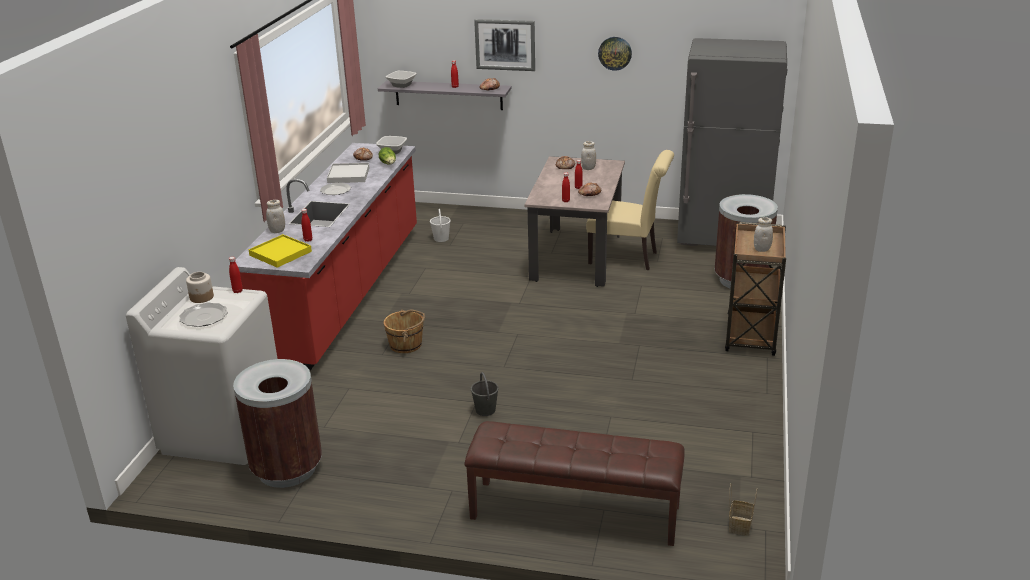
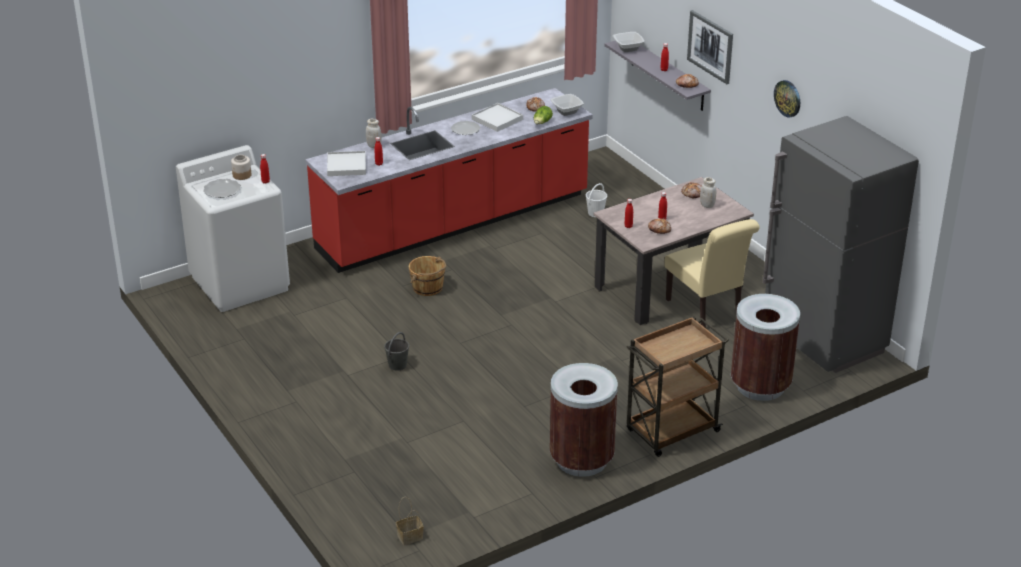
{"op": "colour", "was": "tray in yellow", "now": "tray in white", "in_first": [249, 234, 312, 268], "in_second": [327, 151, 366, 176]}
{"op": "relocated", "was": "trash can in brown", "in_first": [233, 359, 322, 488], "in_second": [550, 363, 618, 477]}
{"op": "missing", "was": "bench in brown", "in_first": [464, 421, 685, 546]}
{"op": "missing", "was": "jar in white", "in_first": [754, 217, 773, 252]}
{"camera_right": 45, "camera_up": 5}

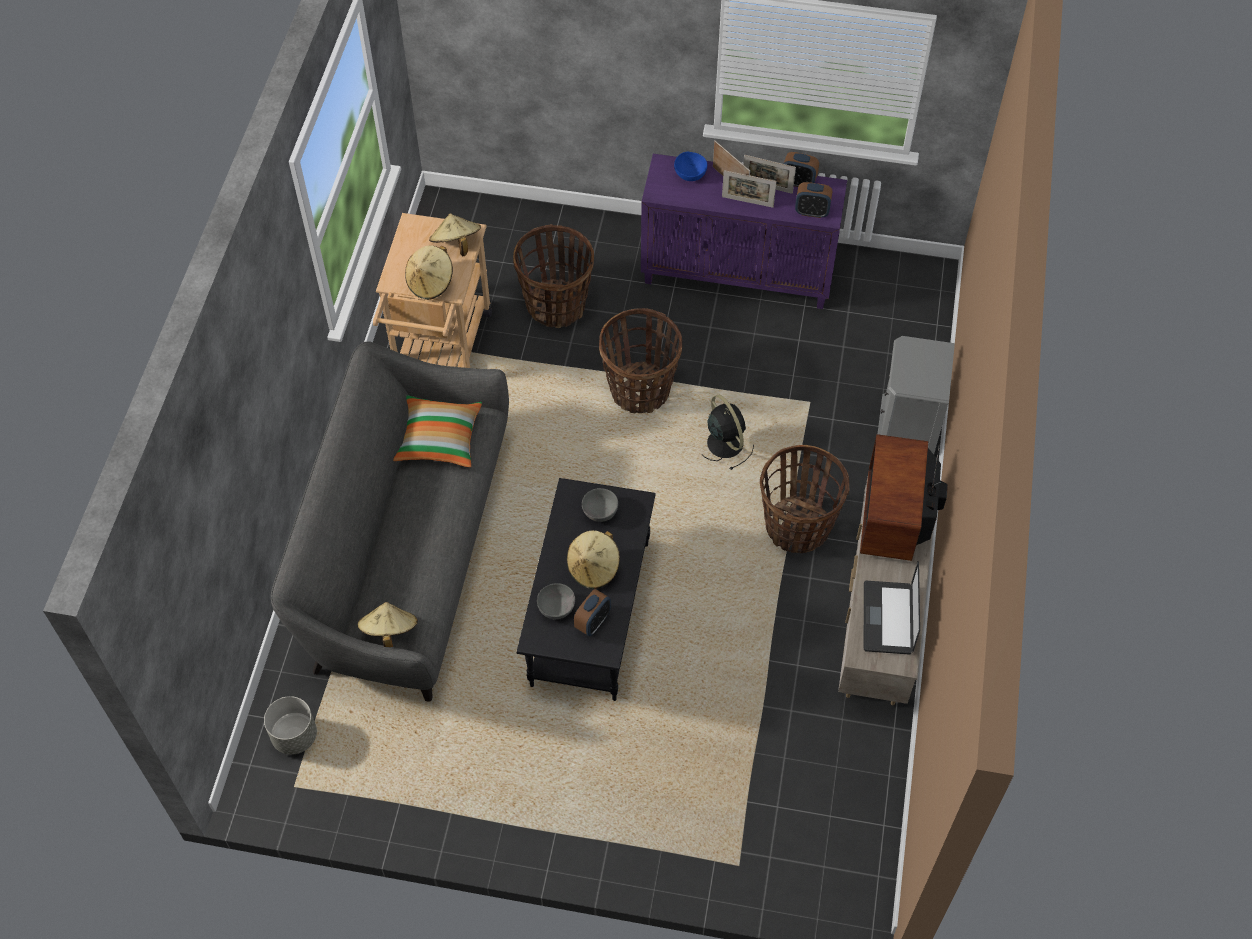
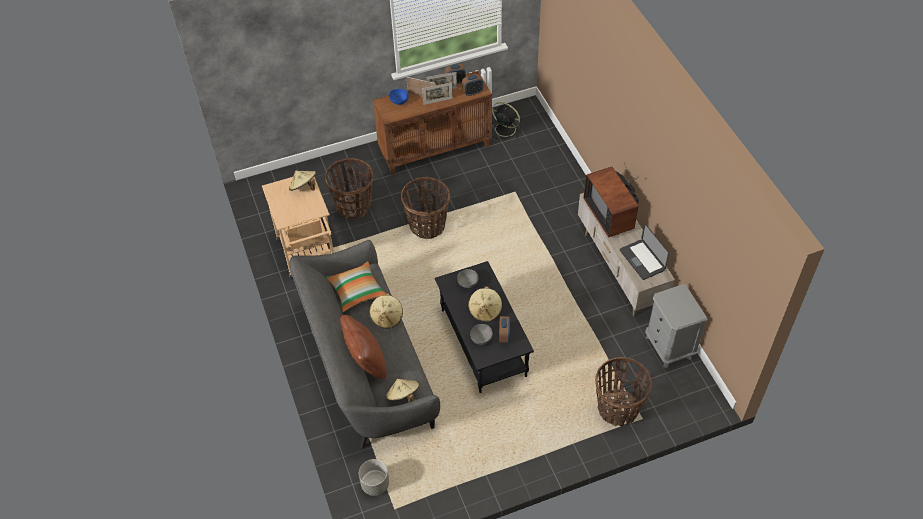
{"op": "appeared", "now": "pillow in brown", "in_second": [340, 315, 387, 380]}
{"op": "relocated", "was": "hat in beige", "in_first": [405, 245, 453, 300], "in_second": [369, 293, 403, 329]}
{"op": "colour", "was": "cabinet in purple", "now": "cabinet in brown", "in_first": [641, 154, 847, 309], "in_second": [373, 71, 492, 175]}
{"op": "relocated", "was": "fan in black", "in_first": [701, 395, 754, 470], "in_second": [492, 102, 521, 139]}
{"op": "relocated", "was": "basket", "in_first": [760, 445, 849, 553], "in_second": [595, 357, 652, 426]}
{"op": "relocated", "was": "nightstand in grey", "in_first": [878, 336, 955, 454], "in_second": [645, 284, 708, 368]}
{"camera_right": -30, "camera_up": -5}

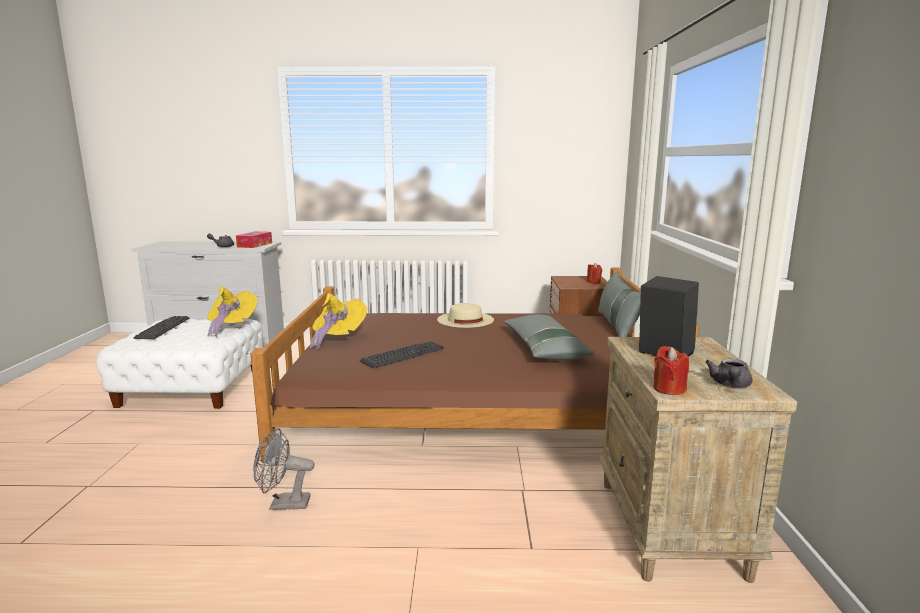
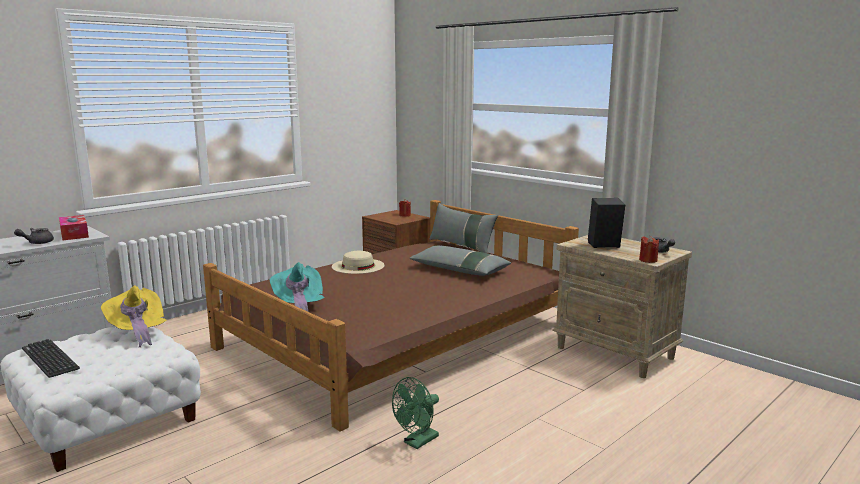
{"op": "colour", "was": "hat in yellow", "now": "hat in turquoise", "in_first": [309, 293, 367, 350], "in_second": [270, 262, 325, 312]}
{"op": "colour", "was": "fan in grey", "now": "fan in green", "in_first": [253, 428, 315, 510], "in_second": [392, 377, 439, 449]}
{"op": "missing", "was": "keyboard", "in_first": [360, 341, 444, 368]}
{"camera_right": -45, "camera_up": 0}

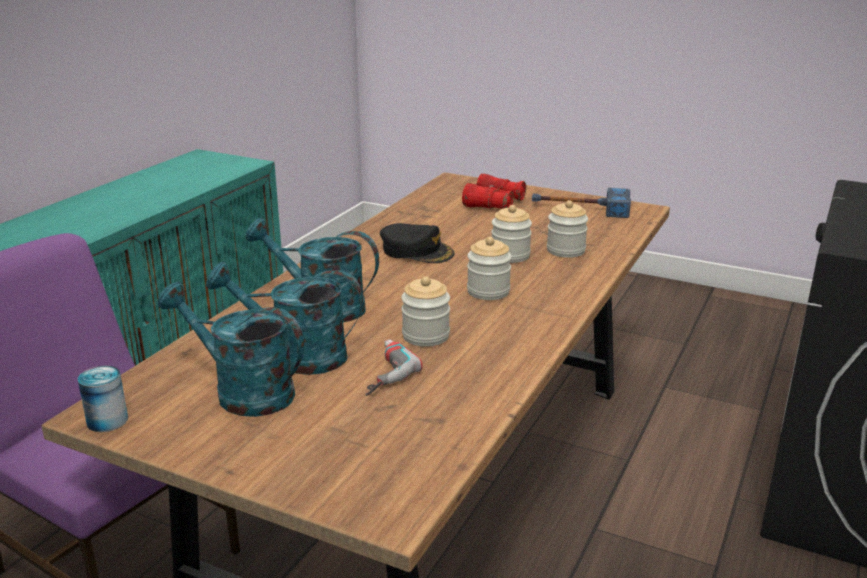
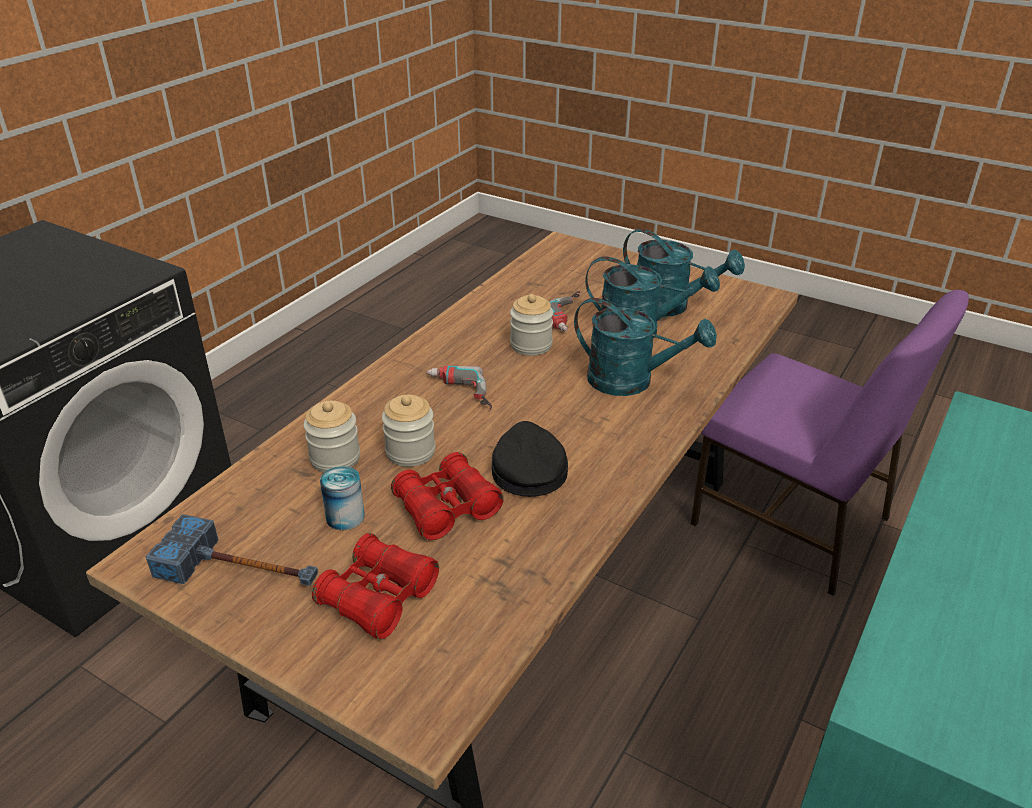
{"op": "relocated", "was": "can", "in_first": [78, 366, 128, 432], "in_second": [320, 466, 365, 531]}
{"op": "appeared", "now": "binoculars in red", "in_second": [391, 452, 504, 540]}
{"op": "exchanged", "was": "jar", "now": "power drill", "in_first": [467, 237, 512, 300], "in_second": [427, 365, 492, 410]}
{"op": "spun", "was": "cap in black", "in_first": [380, 223, 454, 263], "in_second": [492, 421, 568, 497], "clockwise": 45}
{"camera_right": -175, "camera_up": 10}

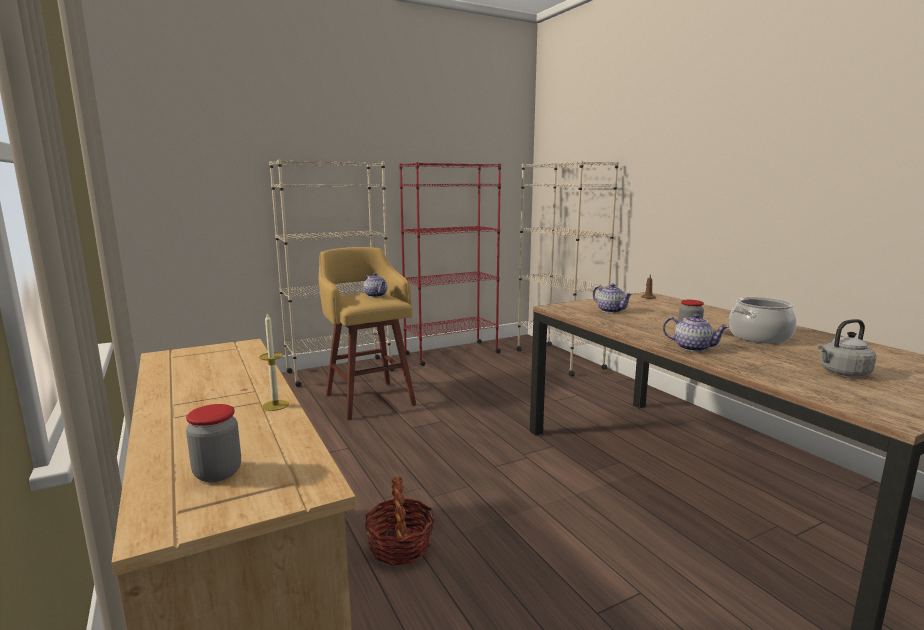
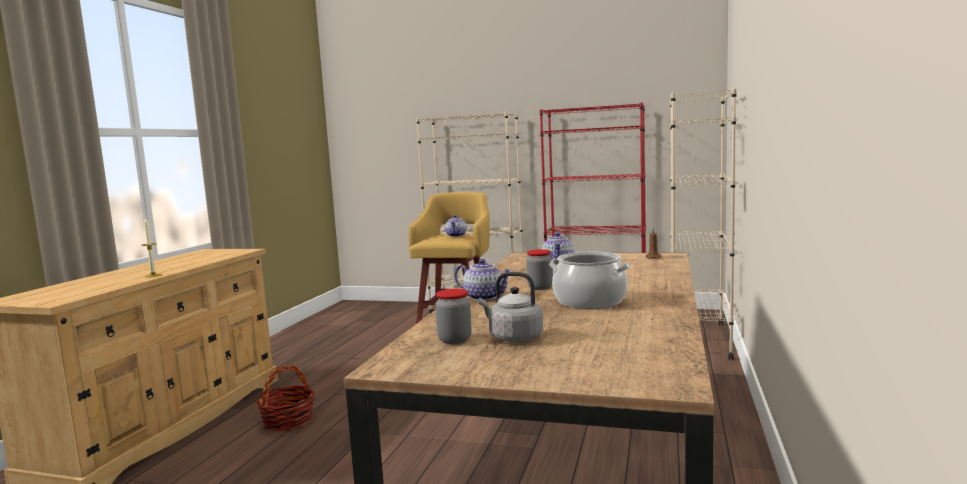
{"op": "relocated", "was": "jar", "in_first": [186, 404, 241, 482], "in_second": [435, 288, 472, 344]}
{"op": "spun", "was": "teapot", "in_first": [663, 313, 729, 352], "in_second": [455, 259, 512, 301], "clockwise": -45}
{"camera_right": 45, "camera_up": -5}

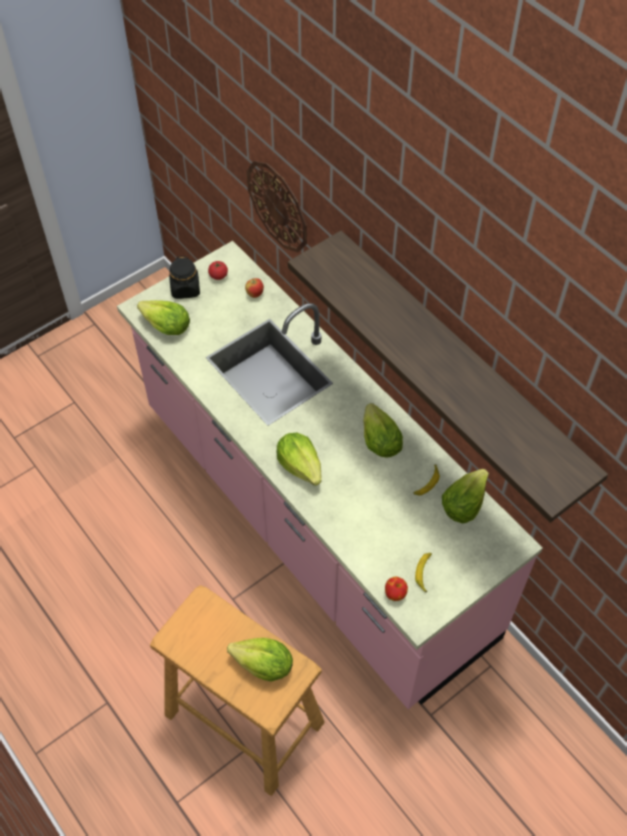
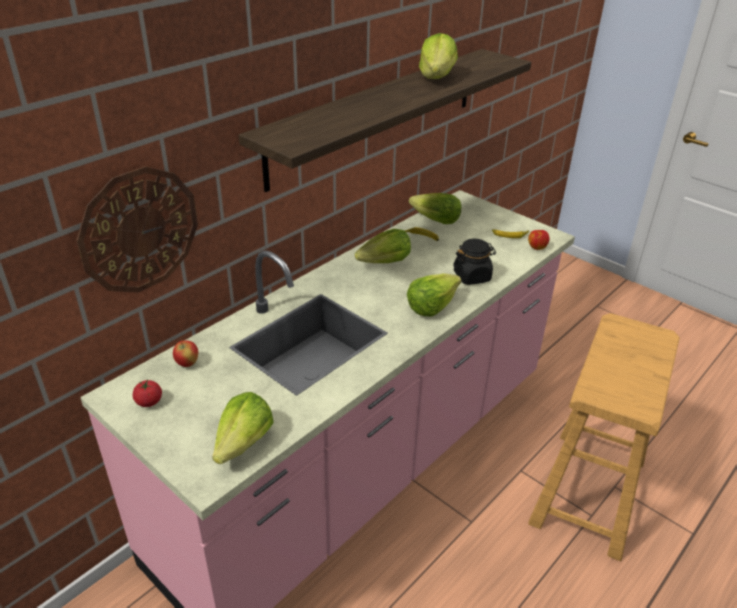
{"op": "relocated", "was": "lettuce", "in_first": [227, 638, 293, 682], "in_second": [419, 33, 458, 79]}
{"op": "relocated", "was": "jar in black", "in_first": [169, 256, 200, 299], "in_second": [453, 239, 496, 285]}
{"camera_right": -100, "camera_up": -20}

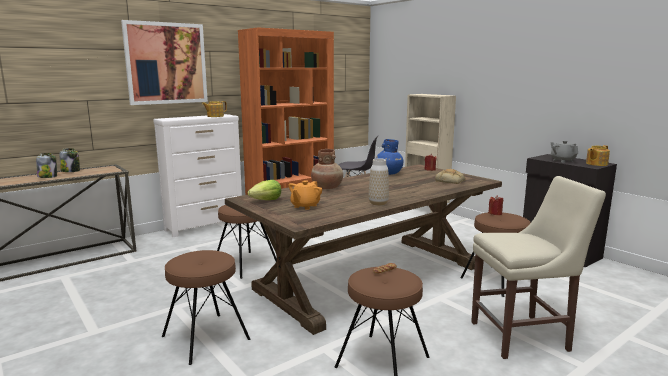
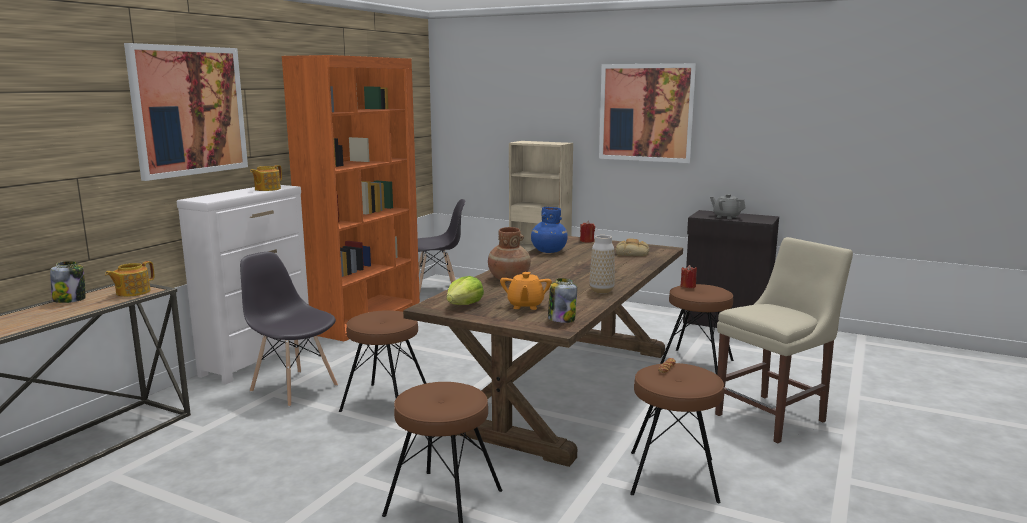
{"op": "relocated", "was": "teapot", "in_first": [586, 145, 610, 166], "in_second": [105, 261, 154, 297]}
{"op": "appeared", "now": "chair in grey", "in_second": [240, 252, 338, 407]}
{"op": "relocated", "was": "jar", "in_first": [36, 153, 57, 178], "in_second": [548, 278, 577, 323]}
{"op": "appeared", "now": "picture", "in_second": [599, 63, 697, 163]}
{"camera_right": -25, "camera_up": 0}

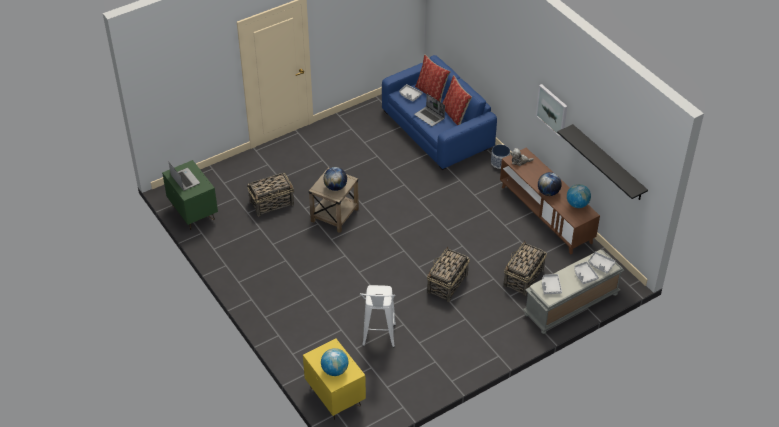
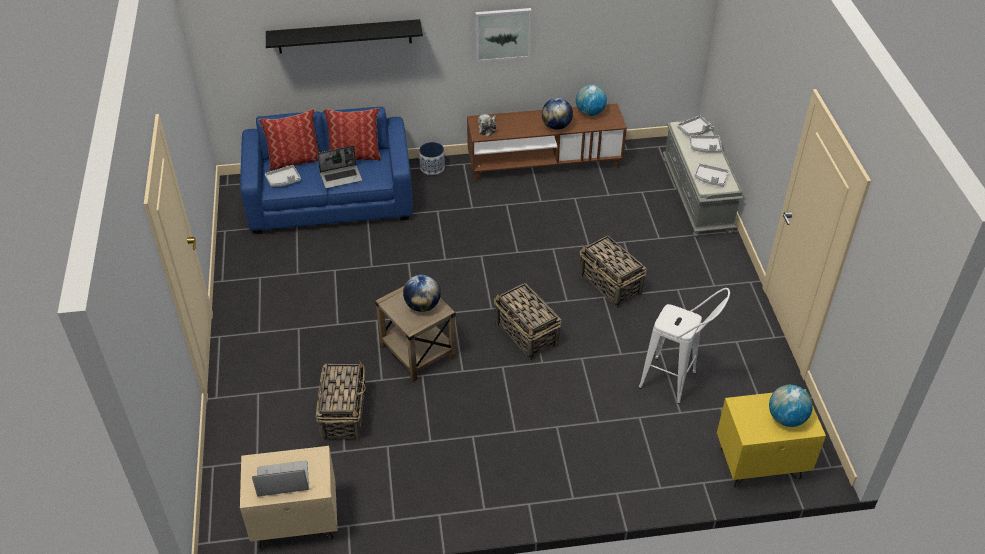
{"op": "colour", "was": "nightstand in green", "now": "nightstand in beige", "in_first": [162, 160, 218, 230], "in_second": [240, 446, 338, 548]}
{"op": "relocated", "was": "shelf in black", "in_first": [557, 124, 648, 200], "in_second": [266, 19, 423, 53]}
{"op": "relocated", "was": "basket", "in_first": [503, 241, 547, 296], "in_second": [494, 283, 561, 360]}
{"camera_right": -65, "camera_up": 0}

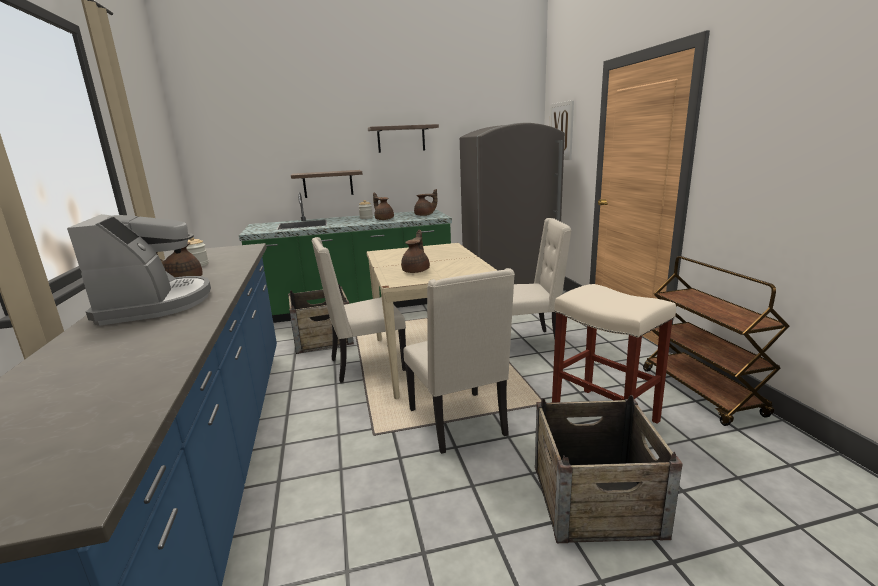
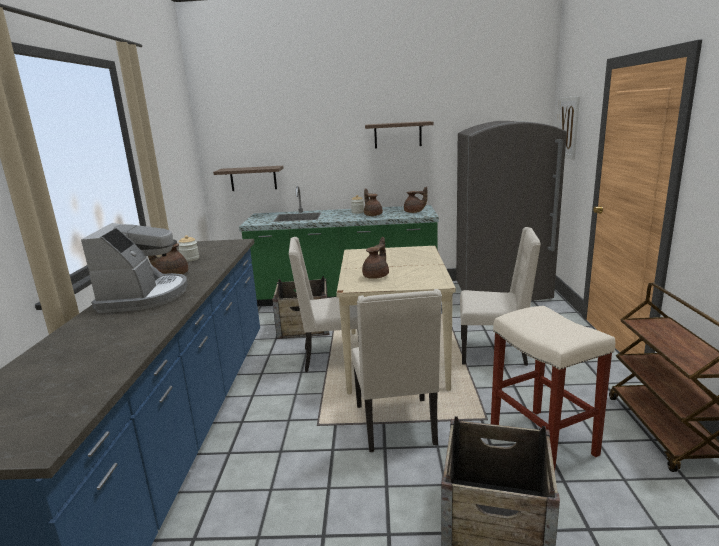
{"op": "relocated", "was": "shelf", "in_first": [291, 170, 363, 198], "in_second": [213, 166, 284, 191]}
{"camera_right": 15, "camera_up": 0}

